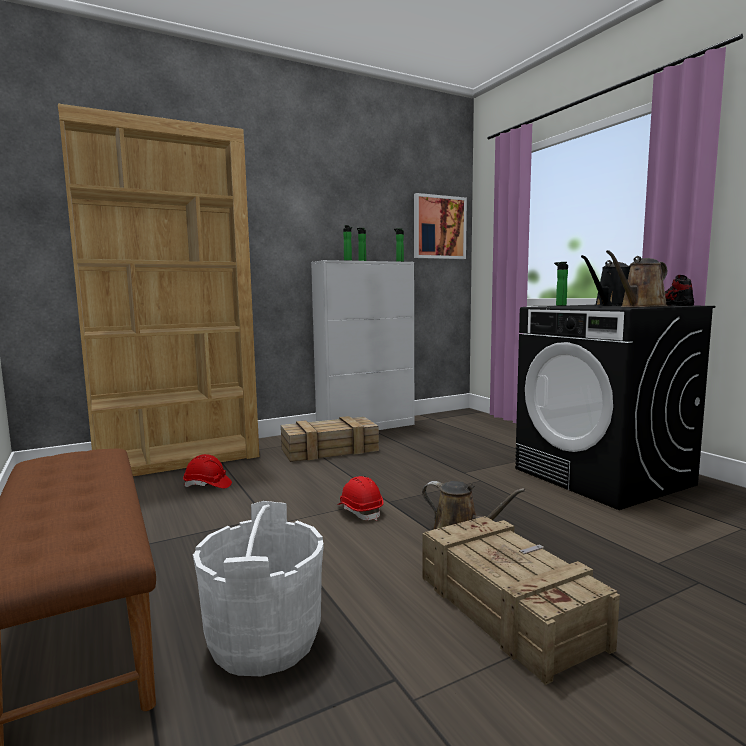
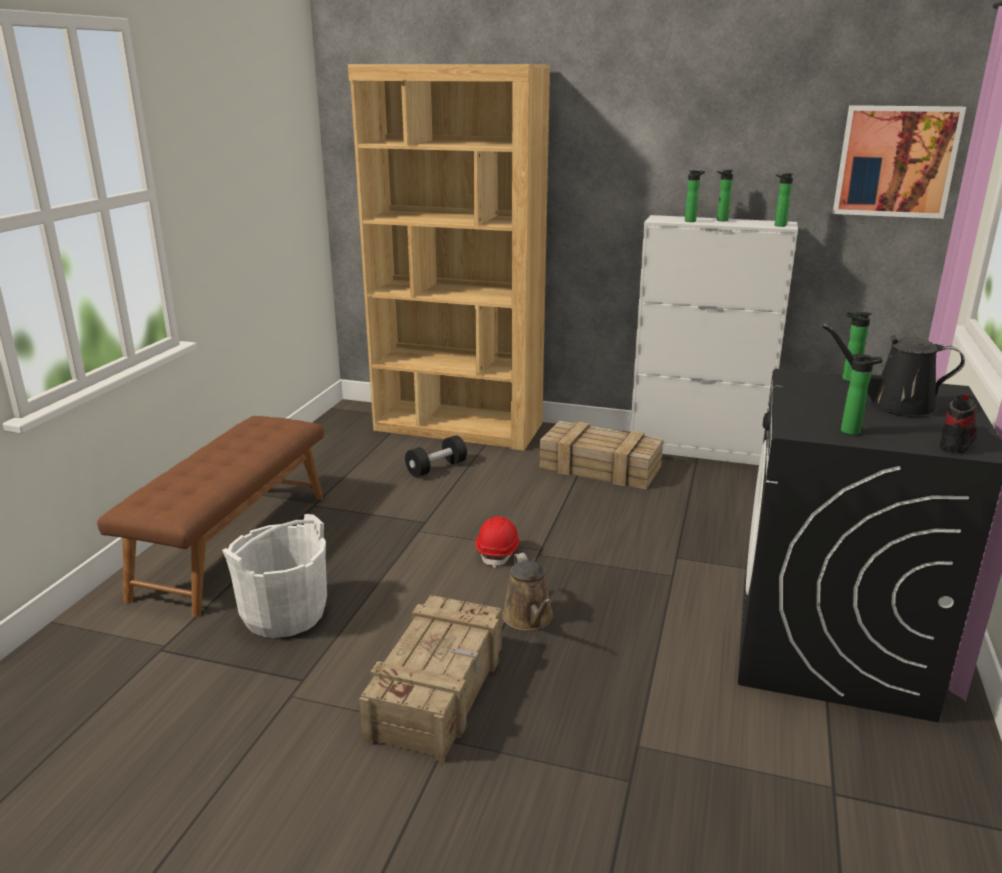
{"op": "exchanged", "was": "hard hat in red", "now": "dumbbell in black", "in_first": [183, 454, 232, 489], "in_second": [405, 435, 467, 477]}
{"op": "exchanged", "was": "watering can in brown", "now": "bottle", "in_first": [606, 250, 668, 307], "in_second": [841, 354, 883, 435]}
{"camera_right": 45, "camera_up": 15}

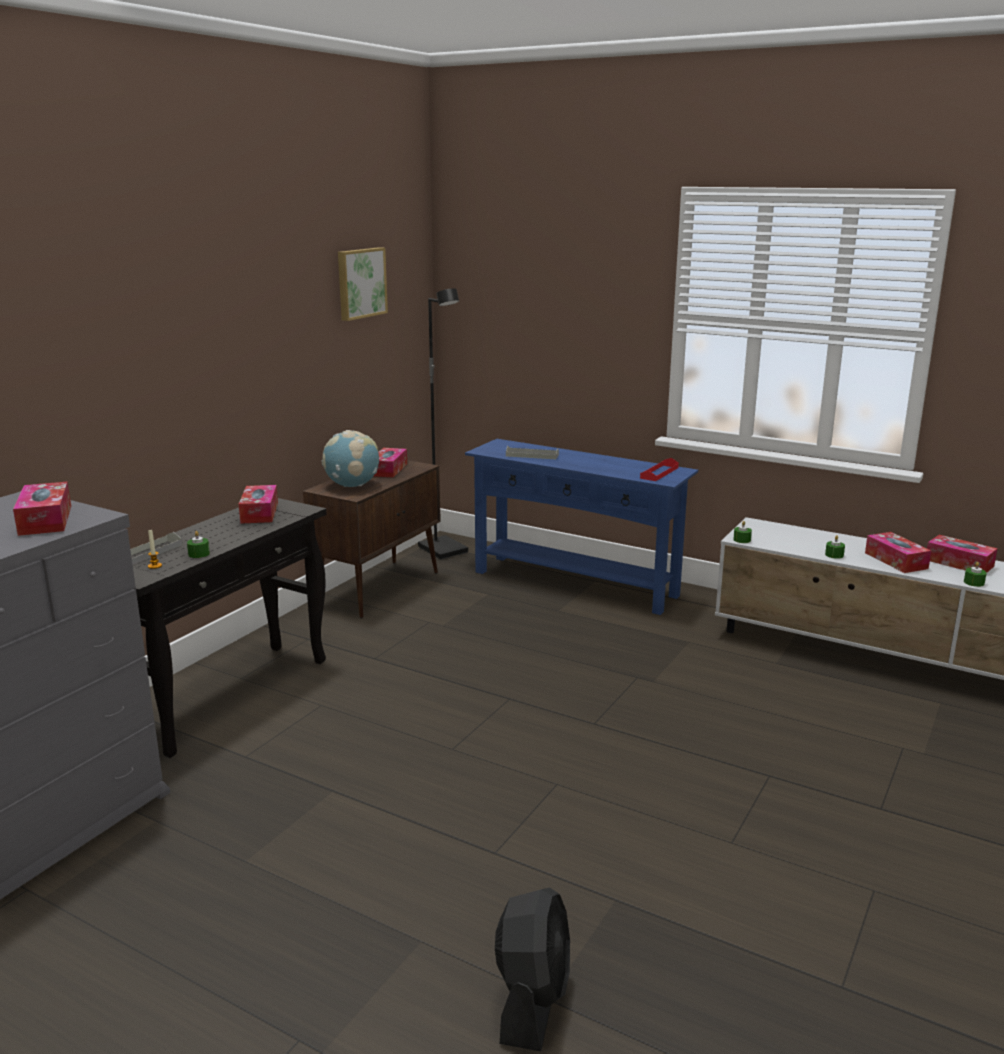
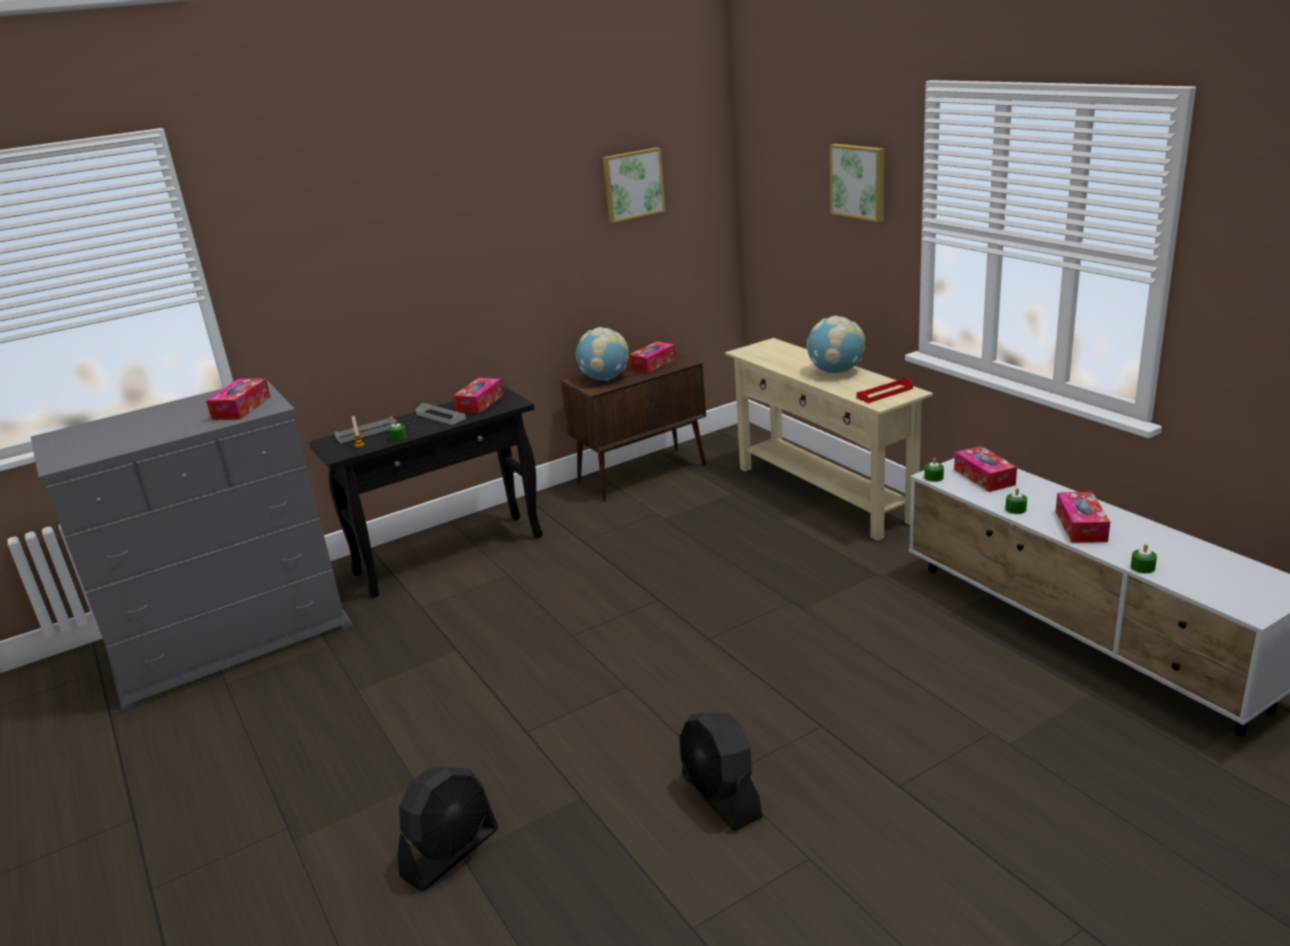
{"op": "relocated", "was": "tray in grey", "in_first": [506, 446, 559, 459], "in_second": [416, 403, 466, 425]}
{"op": "appeared", "now": "fan in black", "in_second": [679, 712, 763, 831]}
{"op": "colour", "was": "console table in blue", "now": "console table in beige", "in_first": [465, 439, 698, 615], "in_second": [725, 338, 933, 541]}
{"op": "appeared", "now": "globe", "in_second": [807, 315, 865, 374]}
{"op": "appeared", "now": "picture", "in_second": [830, 144, 884, 222]}
{"op": "relocated", "was": "tissue box", "in_first": [927, 535, 998, 572], "in_second": [954, 446, 1017, 492]}
{"op": "missing", "was": "floor lamp in black", "in_first": [418, 288, 468, 560]}
{"camera_right": 30, "camera_up": 5}

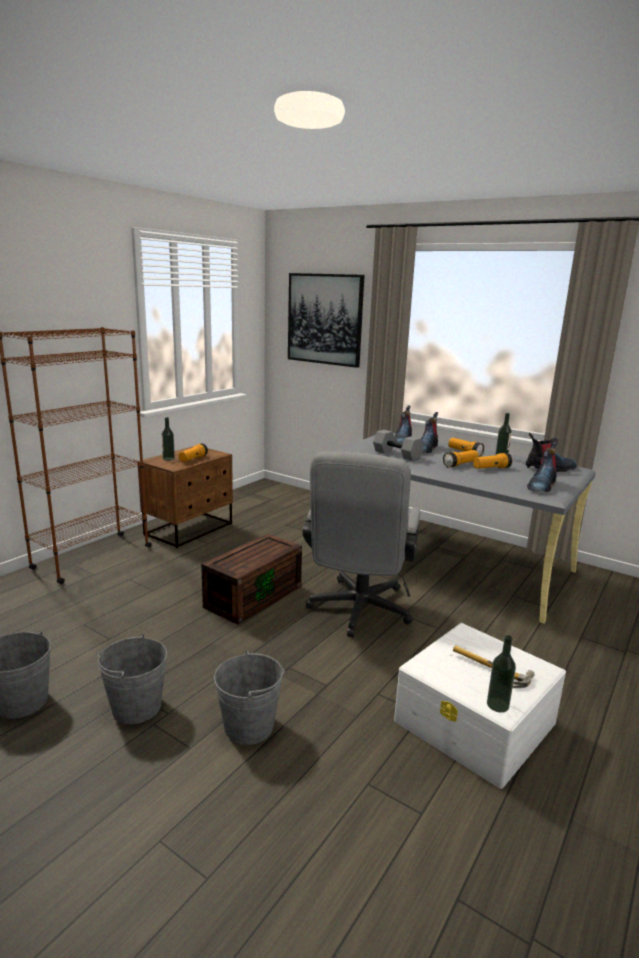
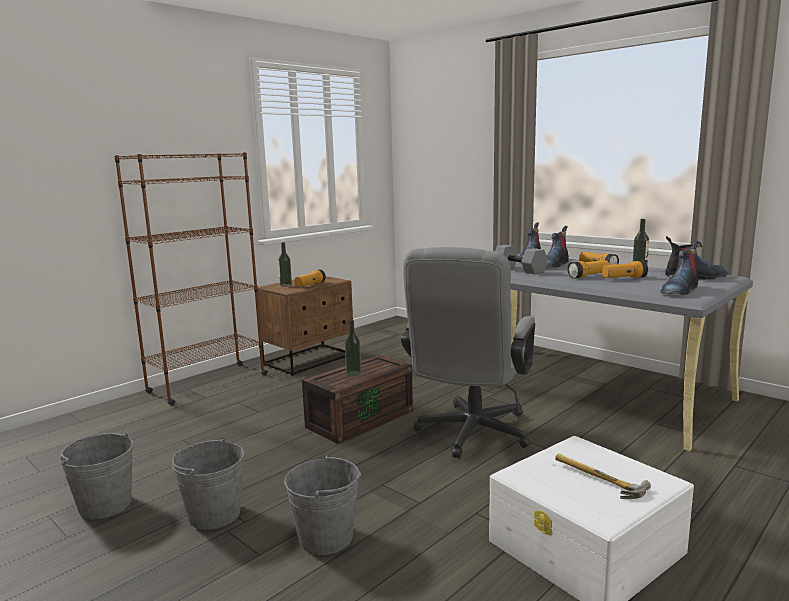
{"op": "relocated", "was": "bottle", "in_first": [487, 635, 516, 713], "in_second": [345, 320, 361, 376]}
{"op": "missing", "was": "picture", "in_first": [288, 273, 365, 368]}
{"camera_right": 10, "camera_up": -5}

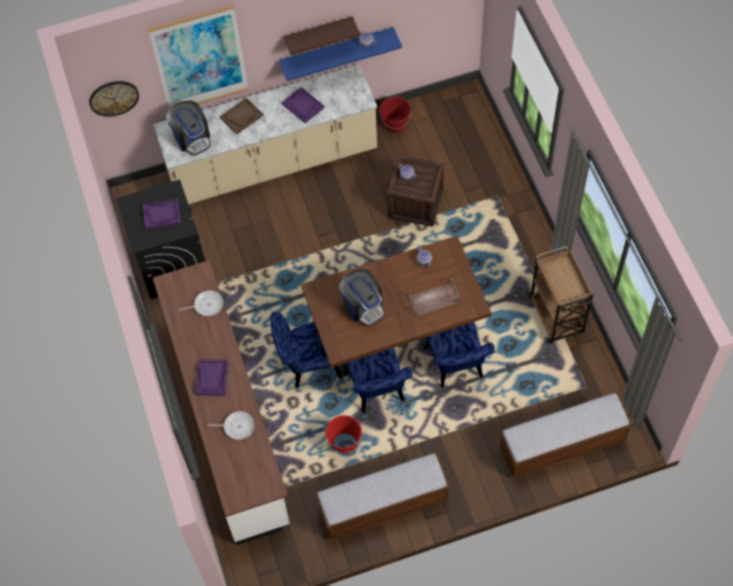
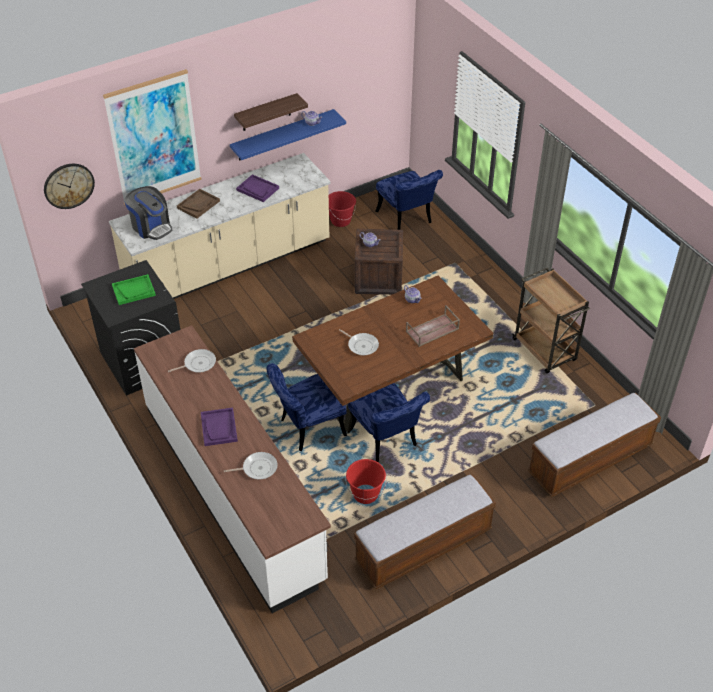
{"op": "colour", "was": "tray in purple", "now": "tray in green", "in_first": [143, 199, 181, 229], "in_second": [112, 274, 156, 305]}
{"op": "exchanged", "was": "coffee machine", "now": "frying pan", "in_first": [339, 269, 385, 327], "in_second": [339, 329, 379, 356]}
{"op": "relocated", "was": "chair in blue", "in_first": [424, 322, 495, 388], "in_second": [376, 170, 443, 230]}
{"camera_right": -15, "camera_up": -15}

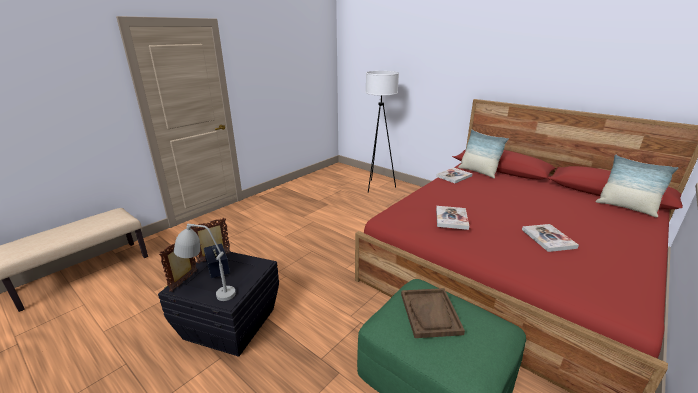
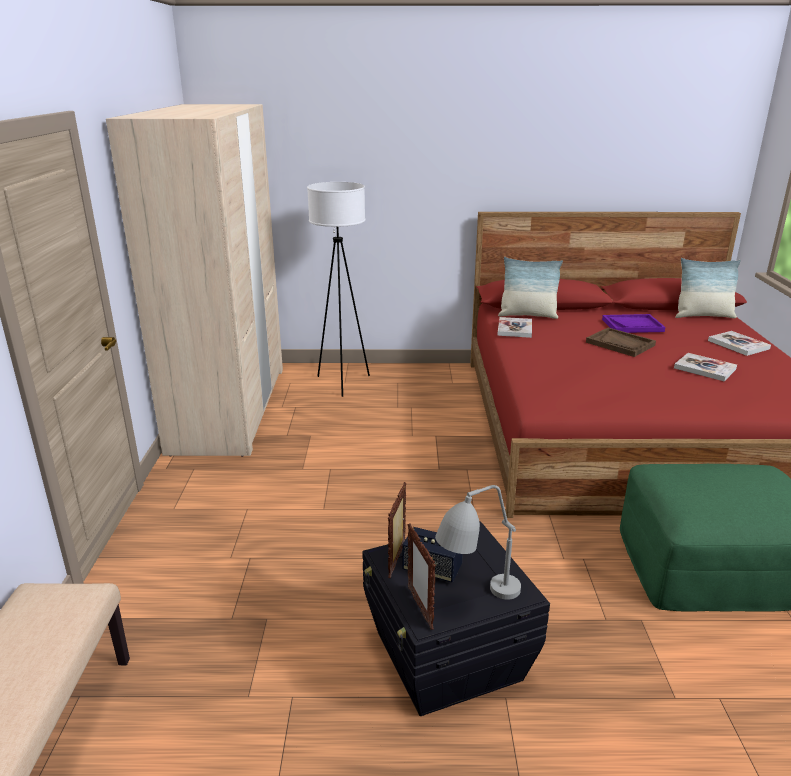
{"op": "appeared", "now": "wardrobe in beige", "in_second": [106, 104, 283, 457]}
{"op": "relocated", "was": "tray in brown", "in_first": [401, 288, 465, 338], "in_second": [586, 328, 656, 357]}
{"op": "appeared", "now": "tray in purple", "in_second": [602, 314, 665, 333]}
{"op": "relocated", "was": "book", "in_first": [436, 206, 469, 230], "in_second": [708, 331, 771, 356]}
{"camera_right": -40, "camera_up": 0}

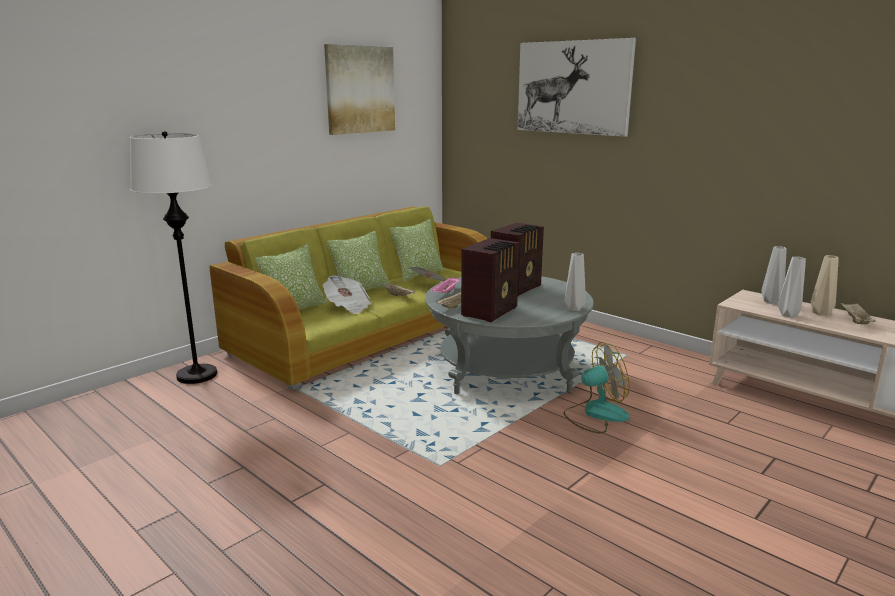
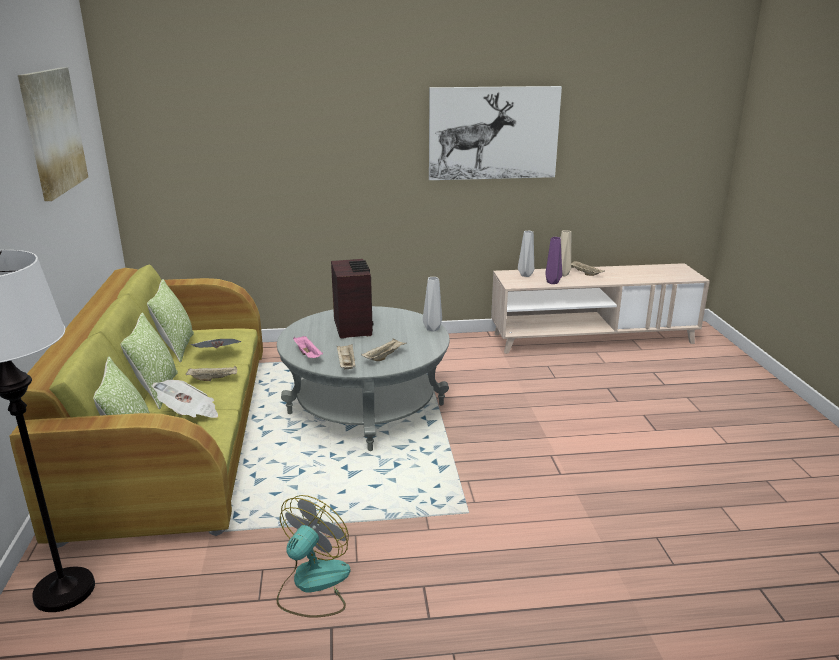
{"op": "relocated", "was": "fan", "in_first": [563, 342, 630, 434], "in_second": [277, 495, 351, 618]}
{"op": "exchanged", "was": "radio", "now": "tray in beige", "in_first": [461, 238, 520, 322], "in_second": [361, 338, 406, 361]}
{"op": "relocated", "was": "picture", "in_first": [518, 38, 636, 137], "in_second": [429, 86, 562, 180]}
{"op": "colour", "was": "vase in grey", "now": "vase in purple", "in_first": [777, 257, 806, 318], "in_second": [545, 237, 562, 284]}
{"camera_right": -50, "camera_up": 5}

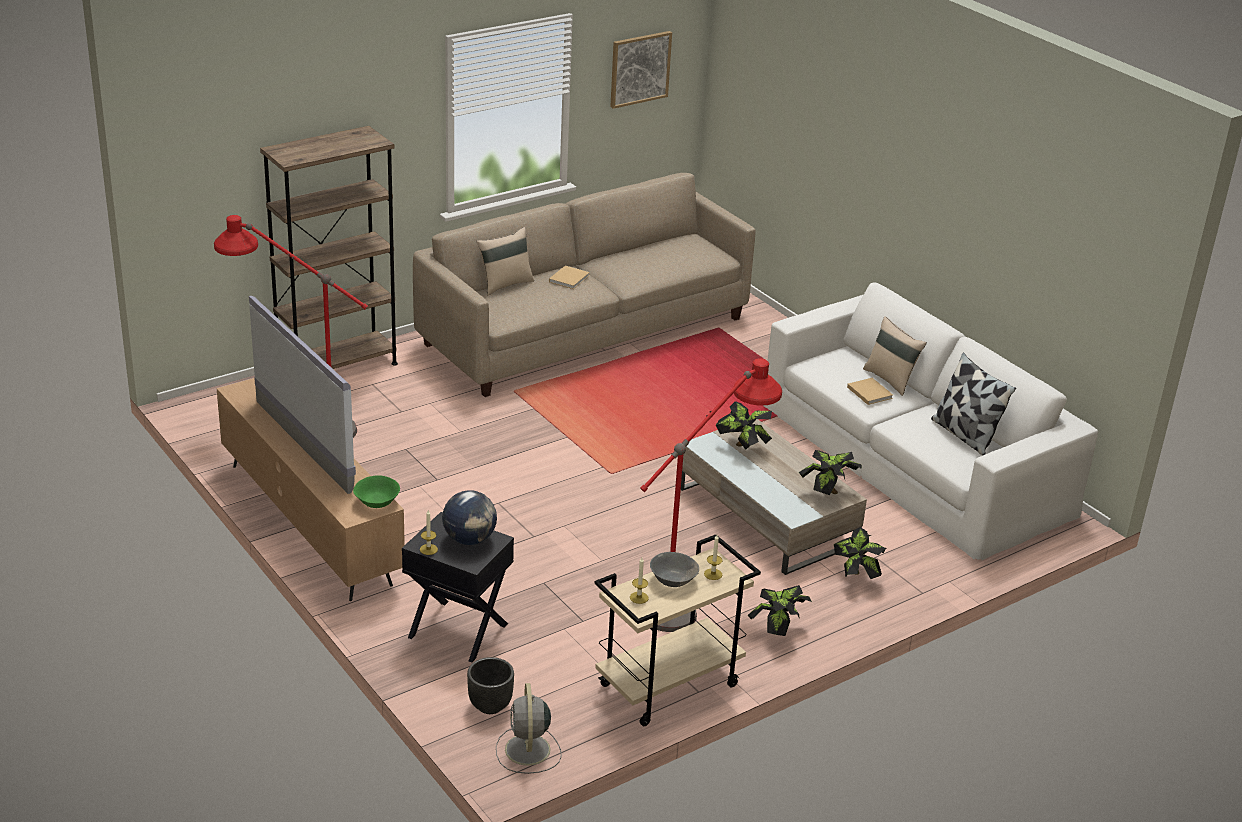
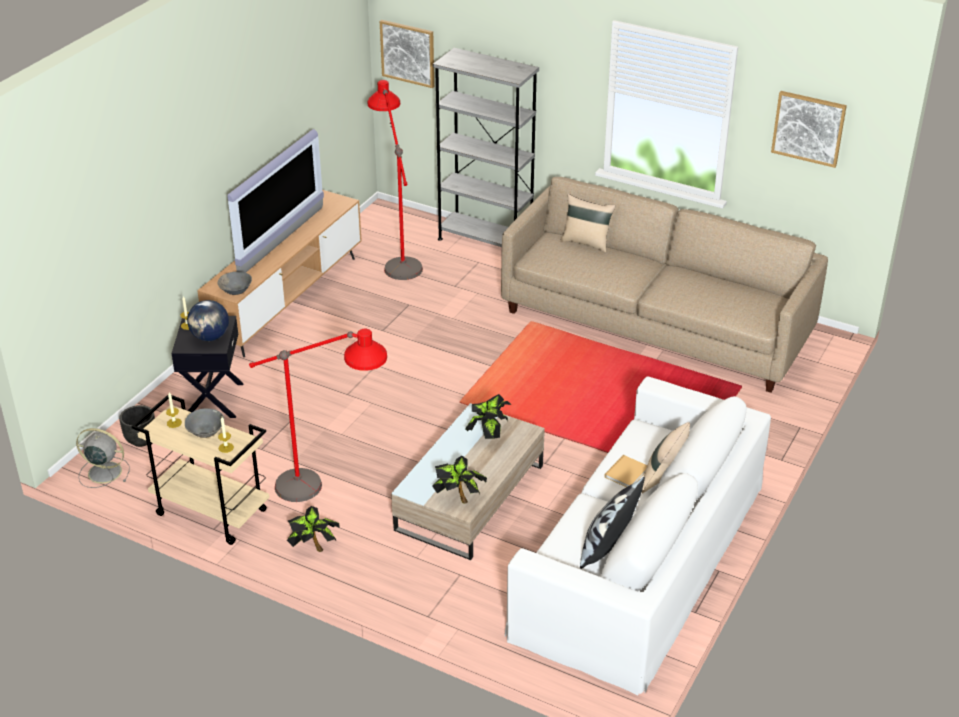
{"op": "spun", "was": "fan in grey", "in_first": [496, 683, 562, 774], "in_second": [76, 428, 129, 488], "clockwise": 45}
{"op": "colour", "was": "bowl in green", "now": "bowl in grey", "in_first": [353, 475, 400, 508], "in_second": [217, 272, 252, 295]}
{"op": "appeared", "now": "picture", "in_second": [380, 20, 434, 88]}
{"op": "colour", "was": "bookcase in brown", "now": "bookcase in grey", "in_first": [260, 126, 398, 369], "in_second": [433, 48, 539, 247]}
{"op": "missing", "was": "book in beige", "in_first": [549, 265, 590, 289]}
{"op": "missing", "was": "potted plant", "in_first": [834, 527, 886, 579]}
{"camera_right": 65, "camera_up": 5}

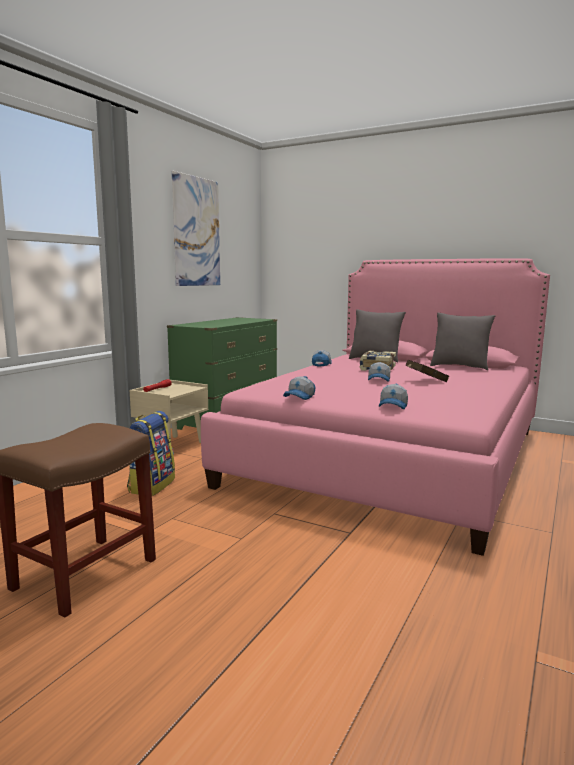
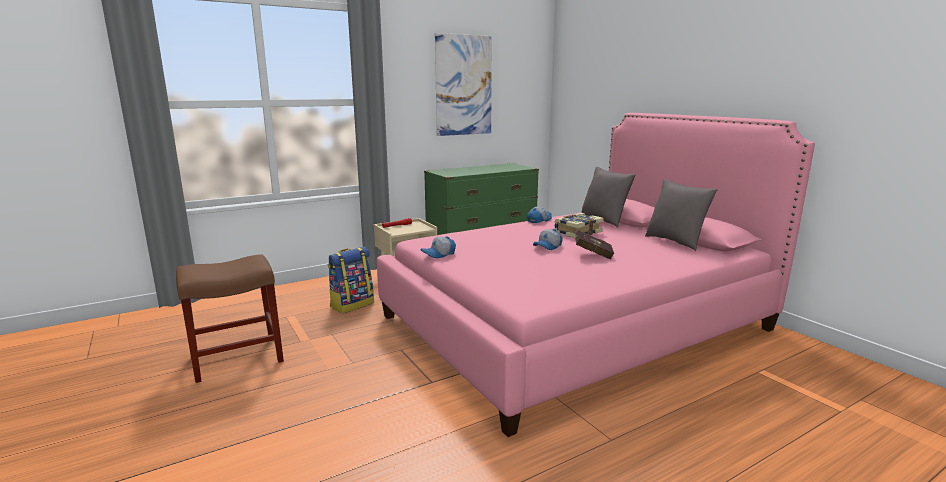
{"op": "missing", "was": "cap", "in_first": [379, 384, 408, 409]}
{"camera_right": 30, "camera_up": 5}

